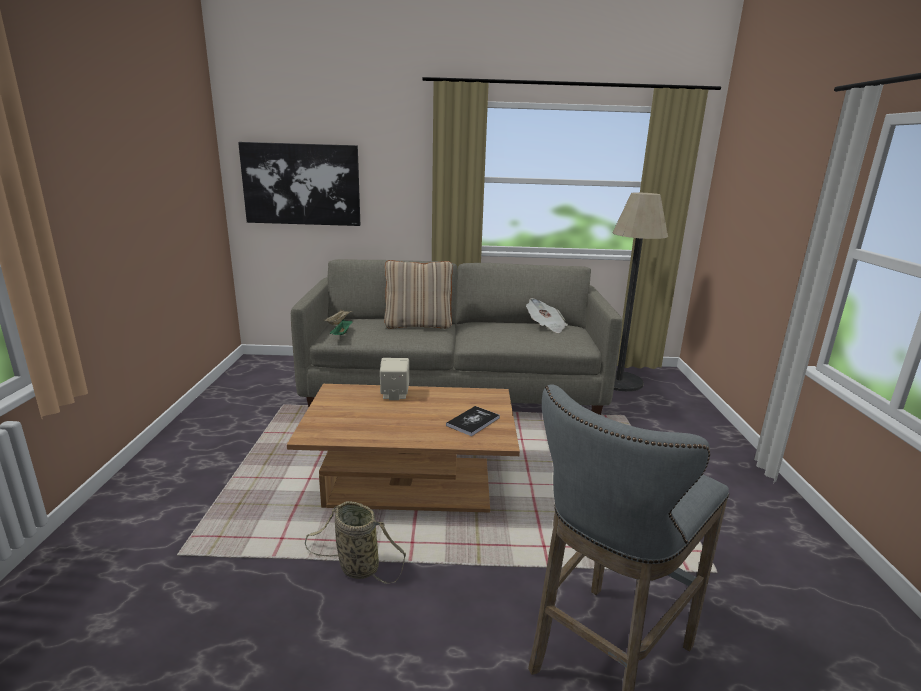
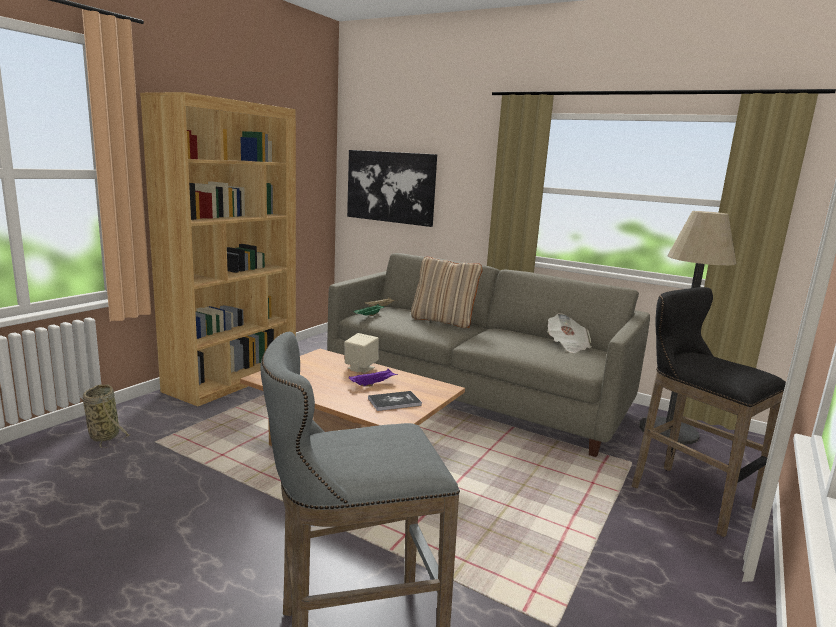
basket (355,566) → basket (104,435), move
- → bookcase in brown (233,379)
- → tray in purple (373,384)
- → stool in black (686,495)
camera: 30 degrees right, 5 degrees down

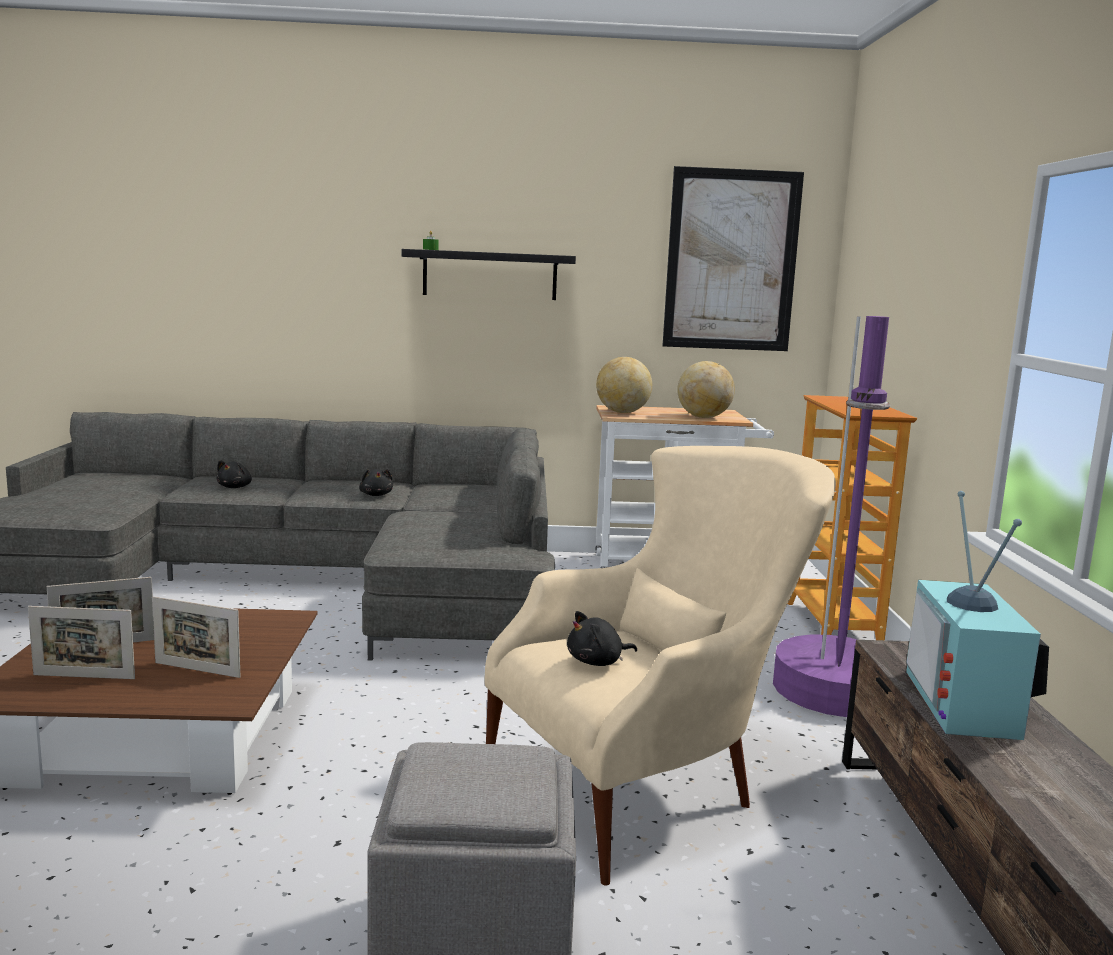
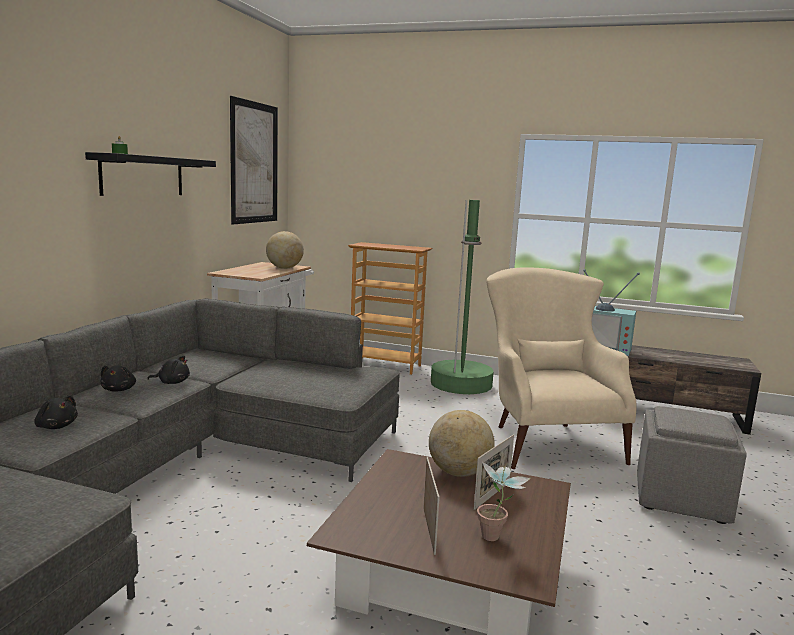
plush toy in black (597,662) → plush toy in black (119,389), move
globe (622,412) → globe (459,473), move
floor lamp in purple (836,690) → floor lamp in green (461,384)
picture frame (84,677) → potted plant (496,538)
camera: 70 degrees left, 0 degrees up

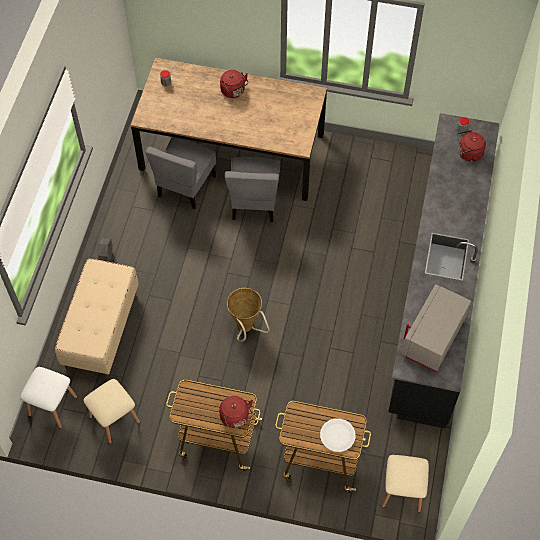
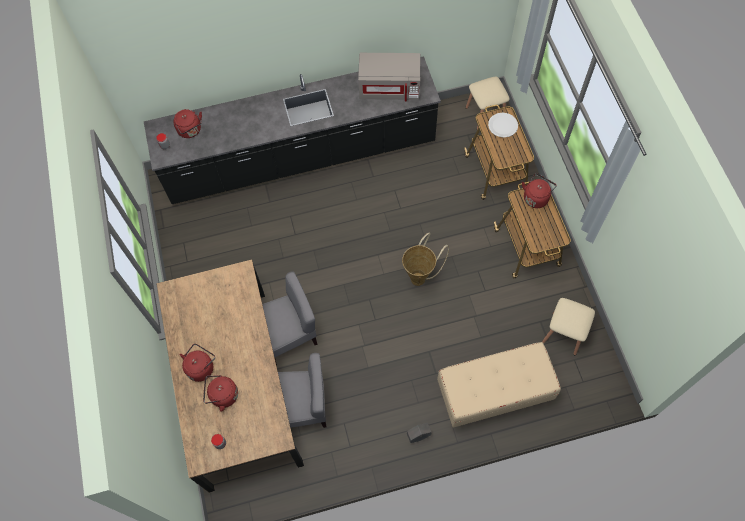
- → kettle in red (222,396)
stool in white (52,406) → -
camera: 115 degrees left, 5 degrees up

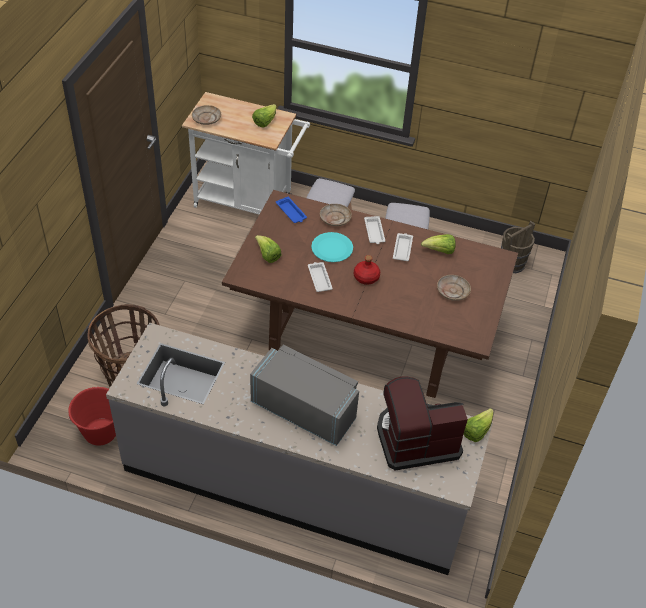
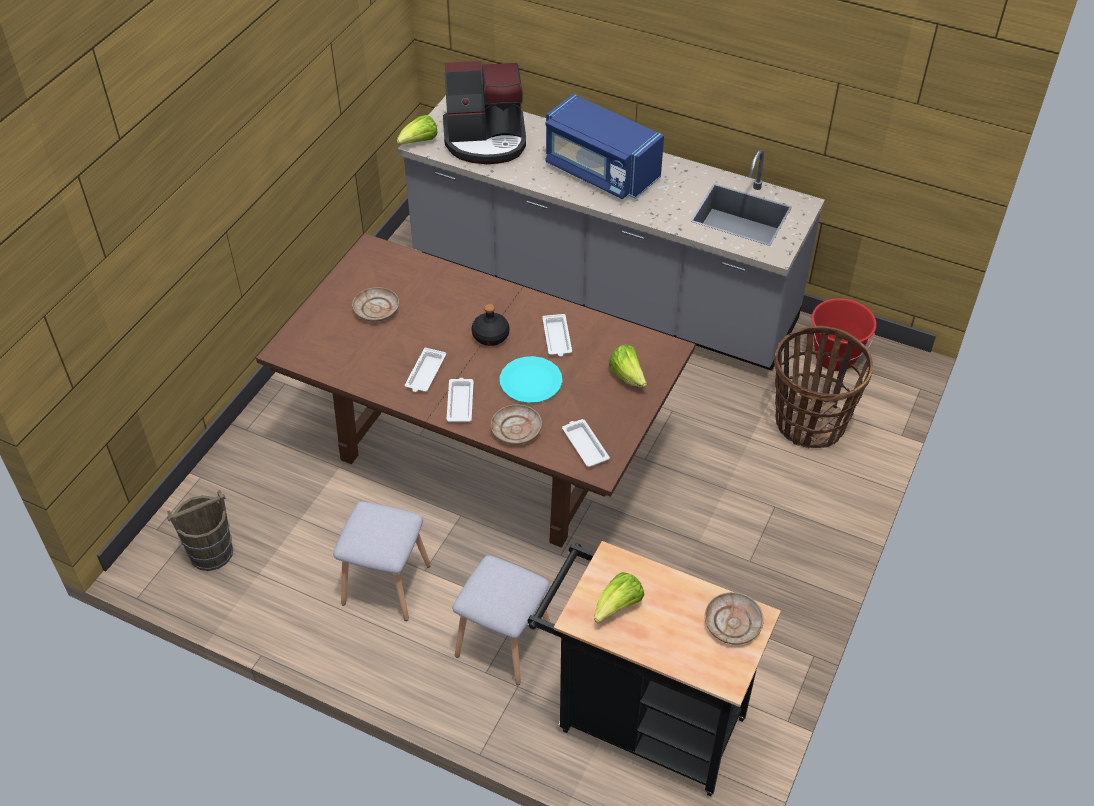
bottle in red (366,277) → bottle in black (490,336)
cart in white (248,202) → cart in black (641,720)
microwave in grey (305,409) → microwave in blue (600,171)
tray in blue (291,212) → tray in white (584,445)
lettuce (439,251) → -
camera: 170 degrees left, 0 degrees up

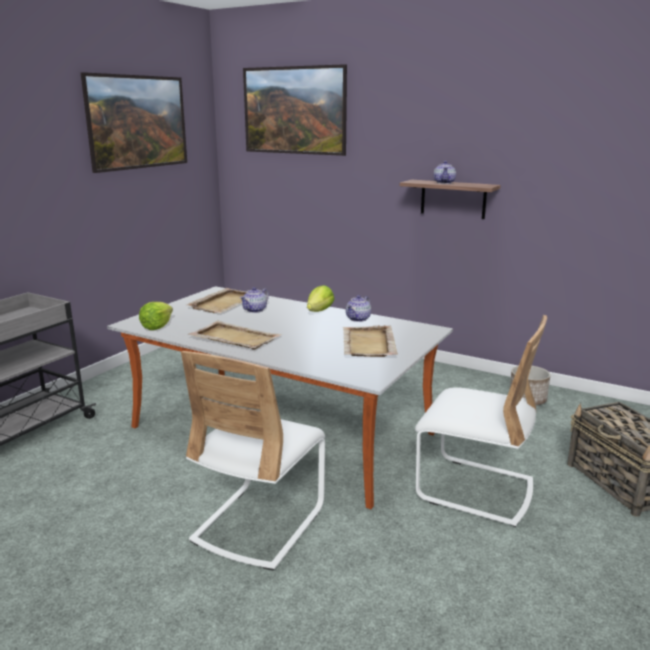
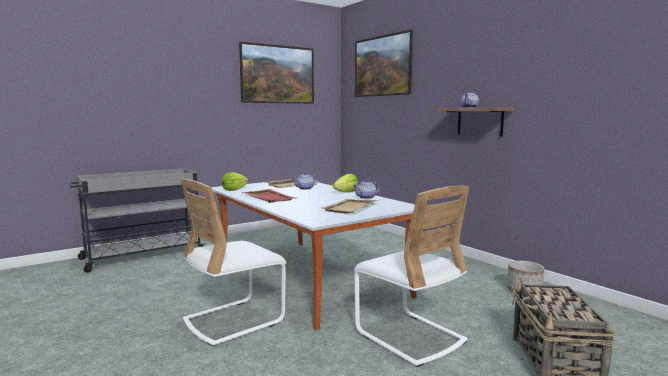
tray in beige (234,338) → tray in red (268,197)
camera: 25 degrees right, 10 degrees down

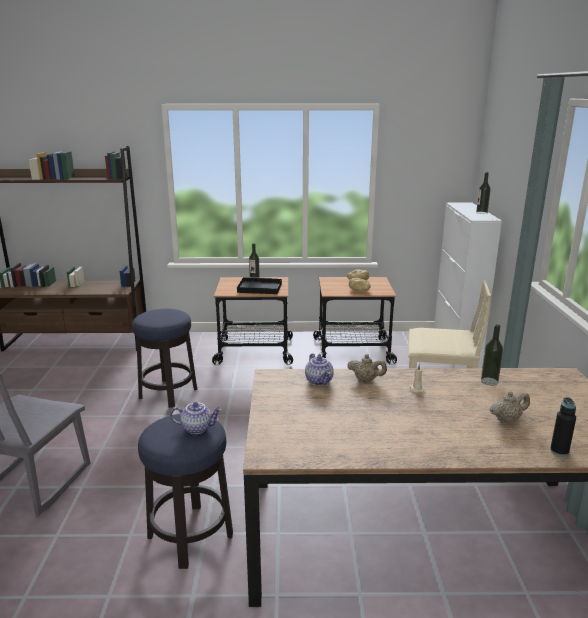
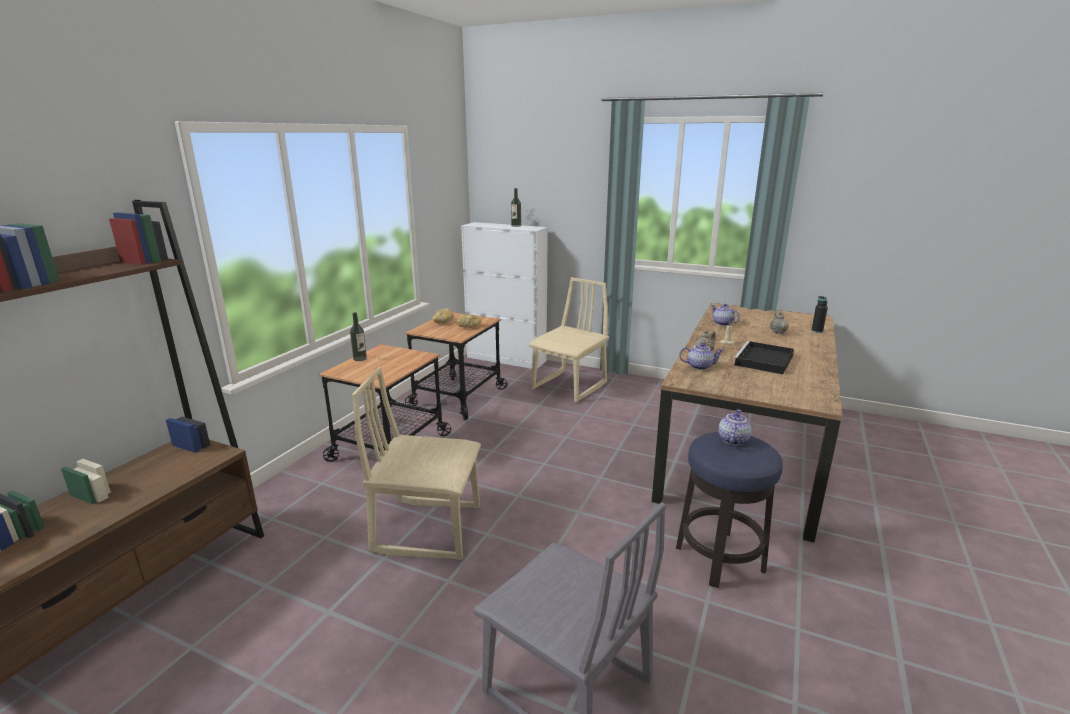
stool (168,393) → chair in beige (428,528)
bottle (489,381) → teapot (722,323)
tray in black (258,288) → tray in black (764,361), move
camera: 65 degrees left, 0 degrees up

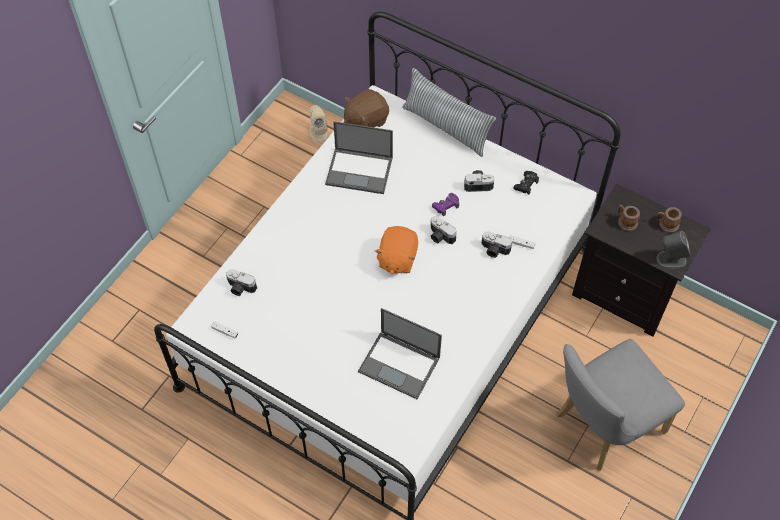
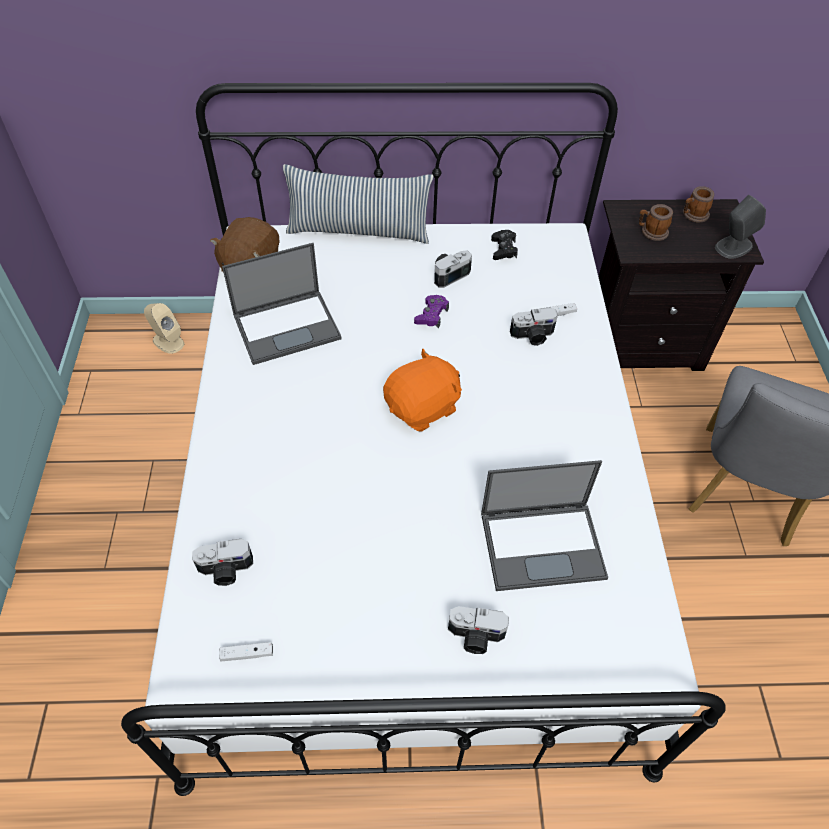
plush toy in orange (397,259) → plush toy in orange (423,408), 105 degrees counterclockwise
photo camera (440,237) → photo camera (475,637), move
camera: 35 degrees left, 5 degrees down

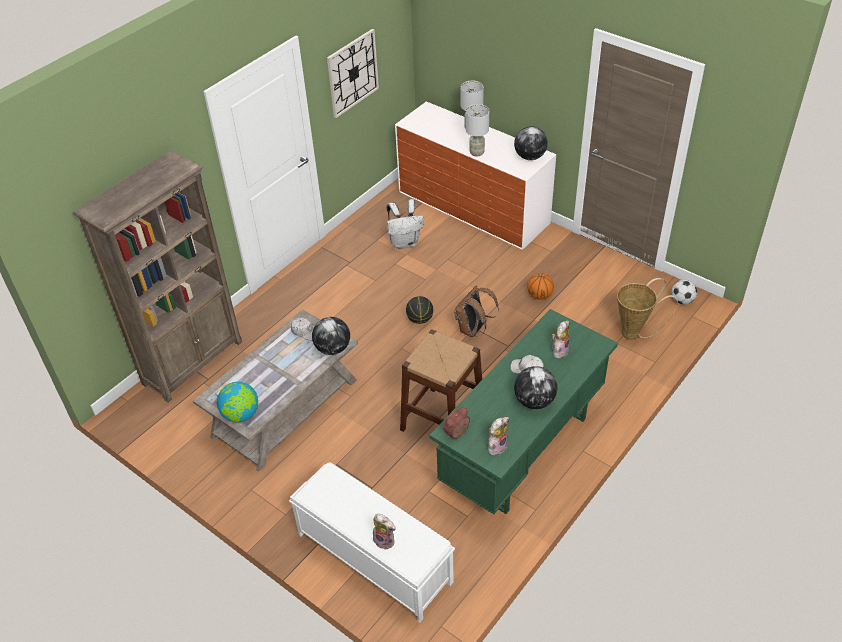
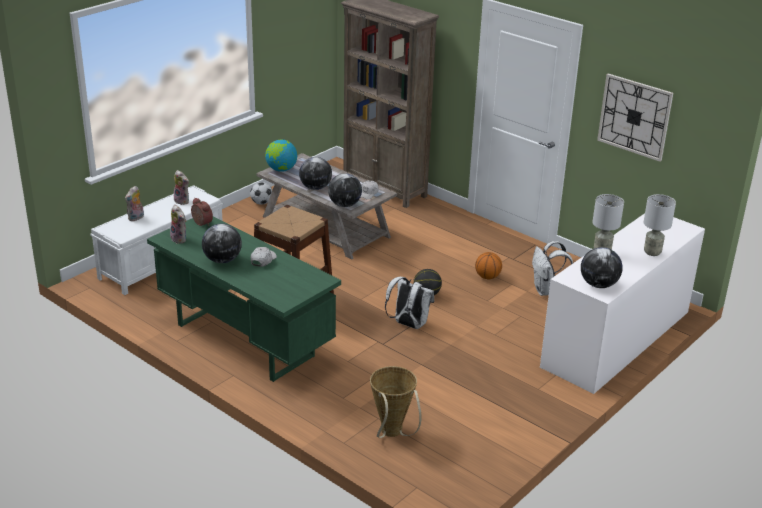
plush toy (559,350) → plush toy (183,201), move
football (682,300) → football (261,203), move
- → globe (315,188)
backpack in brown (473,330) → backpack in white (408,324)
basketball (539,296) → basketball (487,277), move
camera: 90 degrees right, 15 degrees down

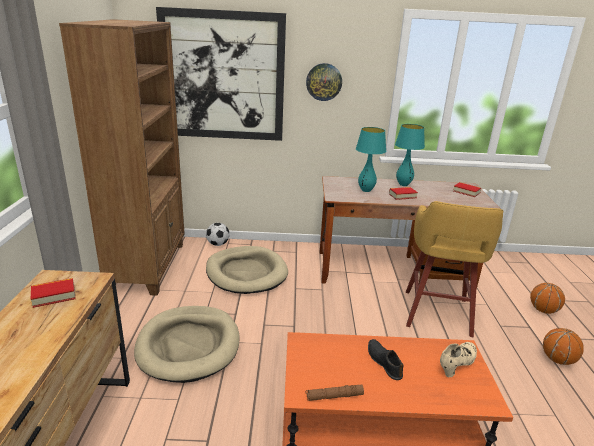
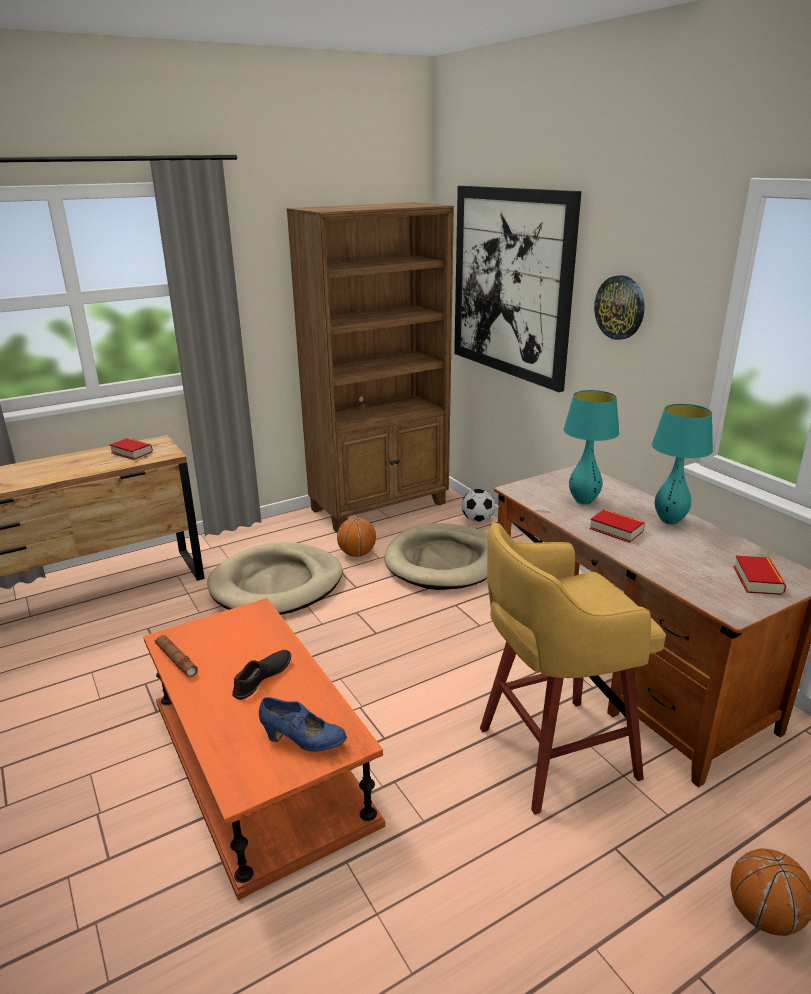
shoe in beige (456,365) → shoe in blue (303,742)
basketball (557,360) → basketball (357,554), move
camera: 60 degrees right, 0 degrees up

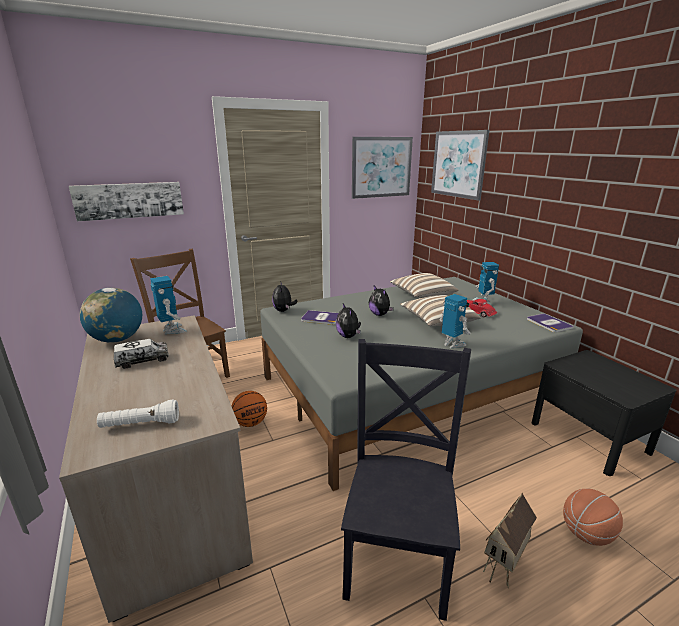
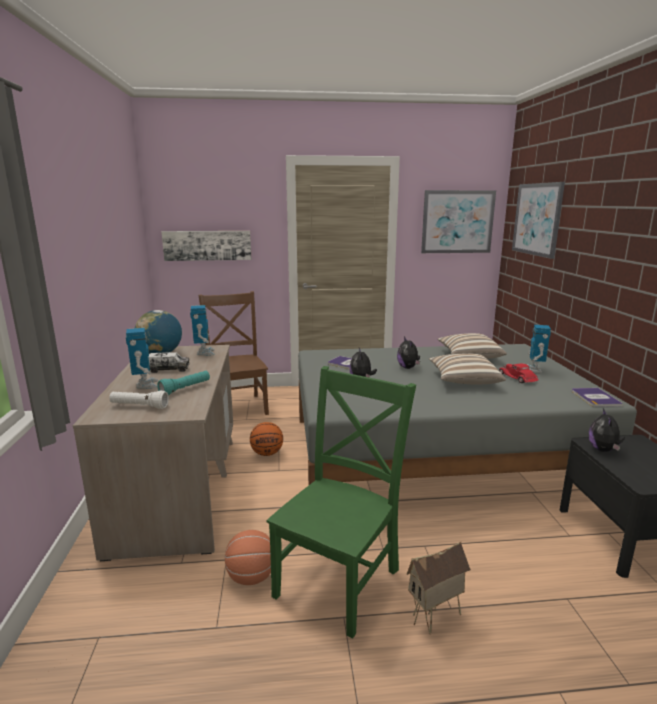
toy robot (452,344) → toy robot (145,385), move
- → flashlight in turquoise (185,389)
basketball (586,534) → basketball (251,577), move
chair in black (398,552) → chair in green (340,579)
plush toy (284,310) → plush toy (603,450), move
camera: 20 degrees right, 5 degrees down

